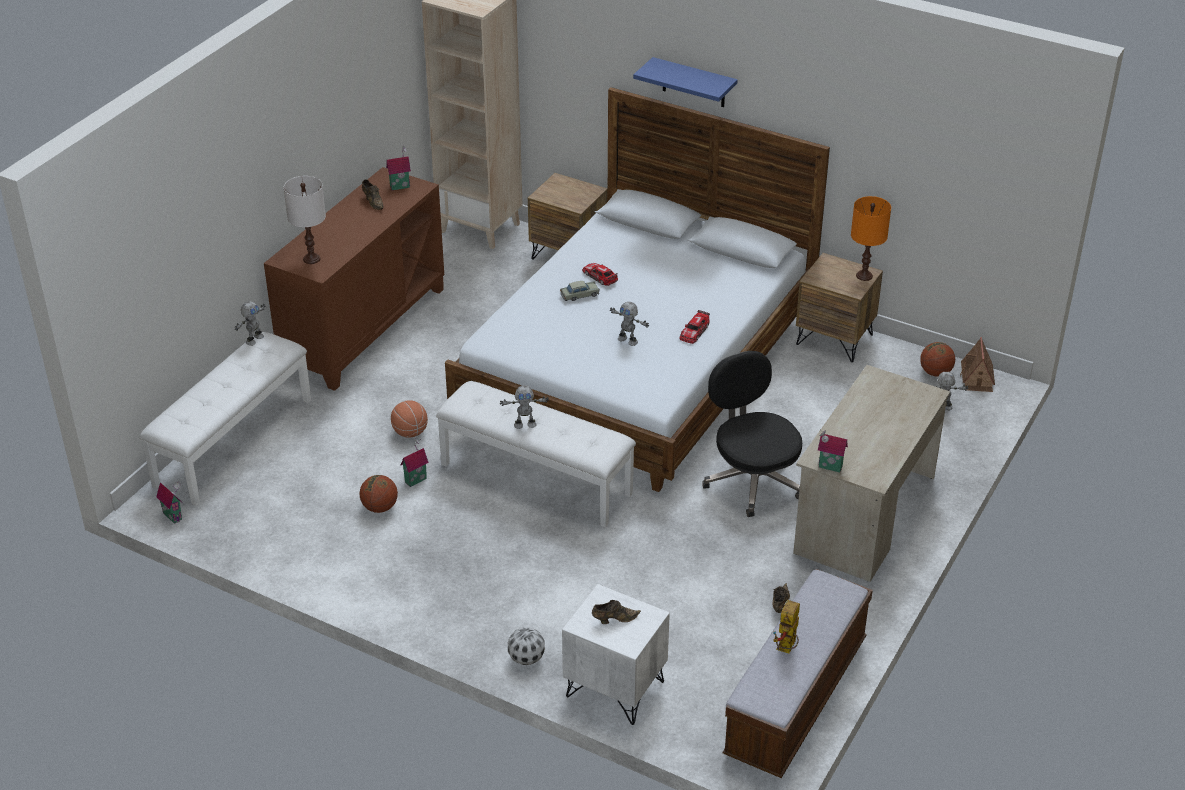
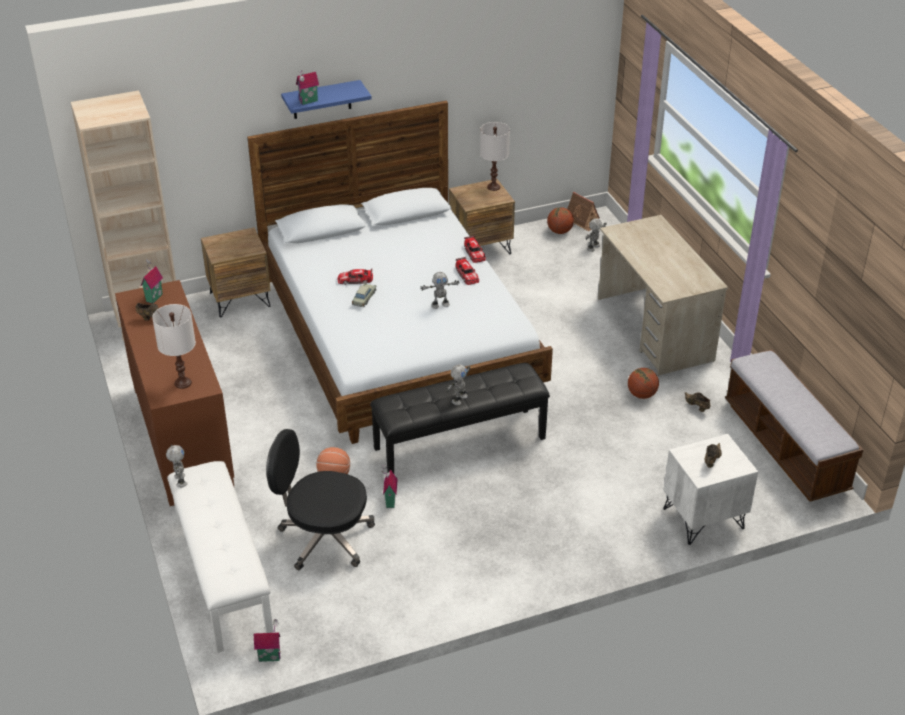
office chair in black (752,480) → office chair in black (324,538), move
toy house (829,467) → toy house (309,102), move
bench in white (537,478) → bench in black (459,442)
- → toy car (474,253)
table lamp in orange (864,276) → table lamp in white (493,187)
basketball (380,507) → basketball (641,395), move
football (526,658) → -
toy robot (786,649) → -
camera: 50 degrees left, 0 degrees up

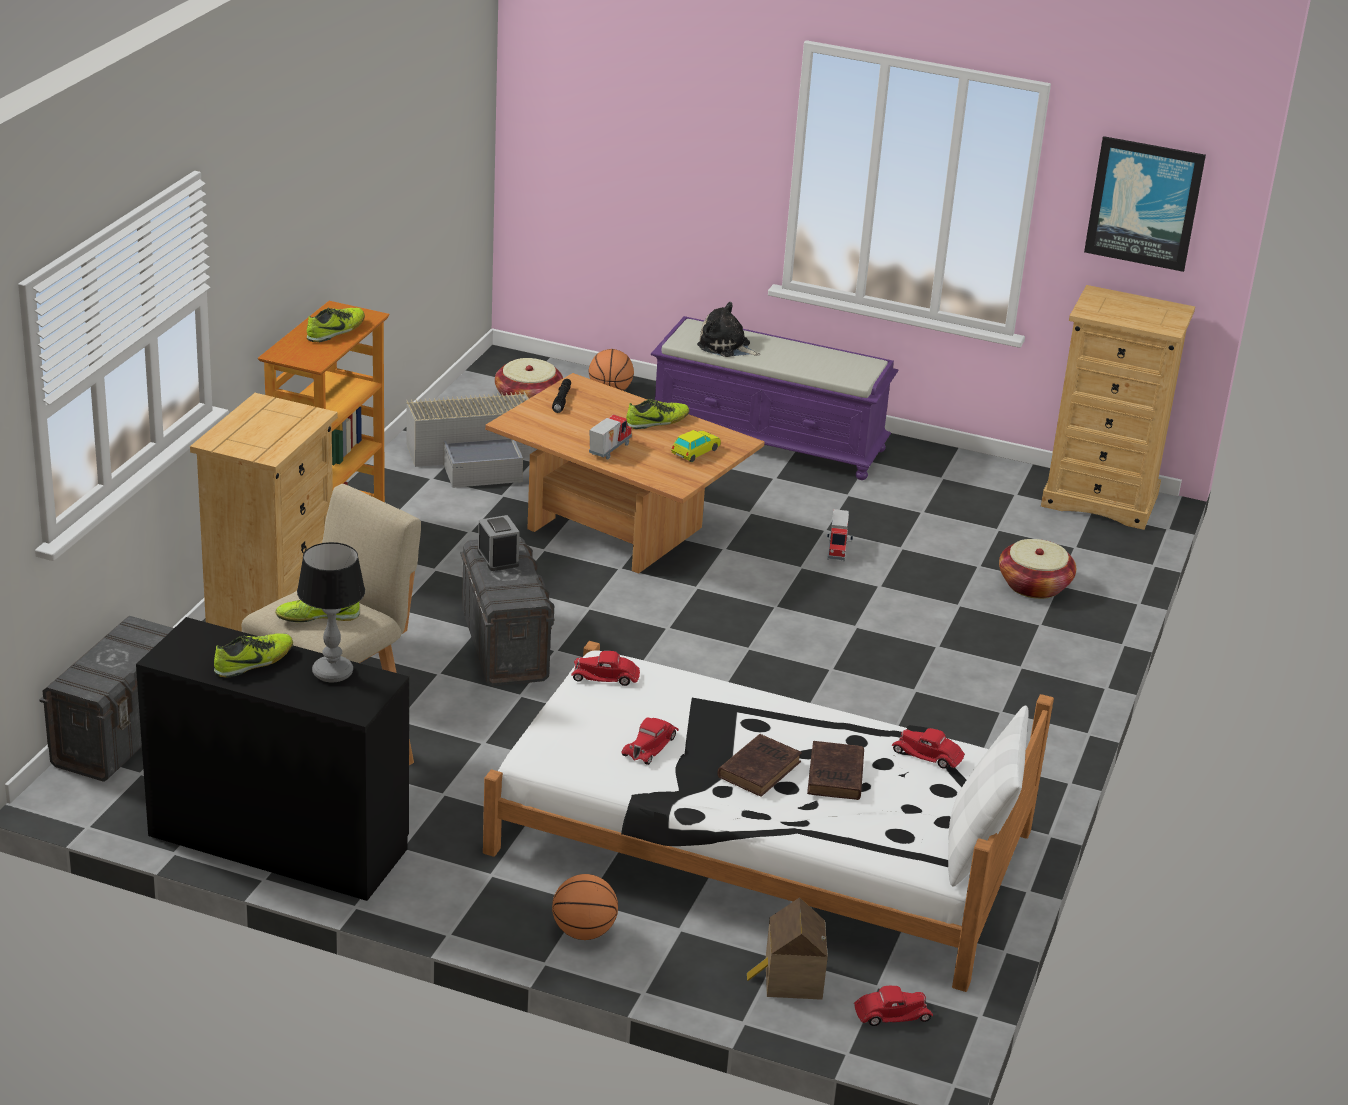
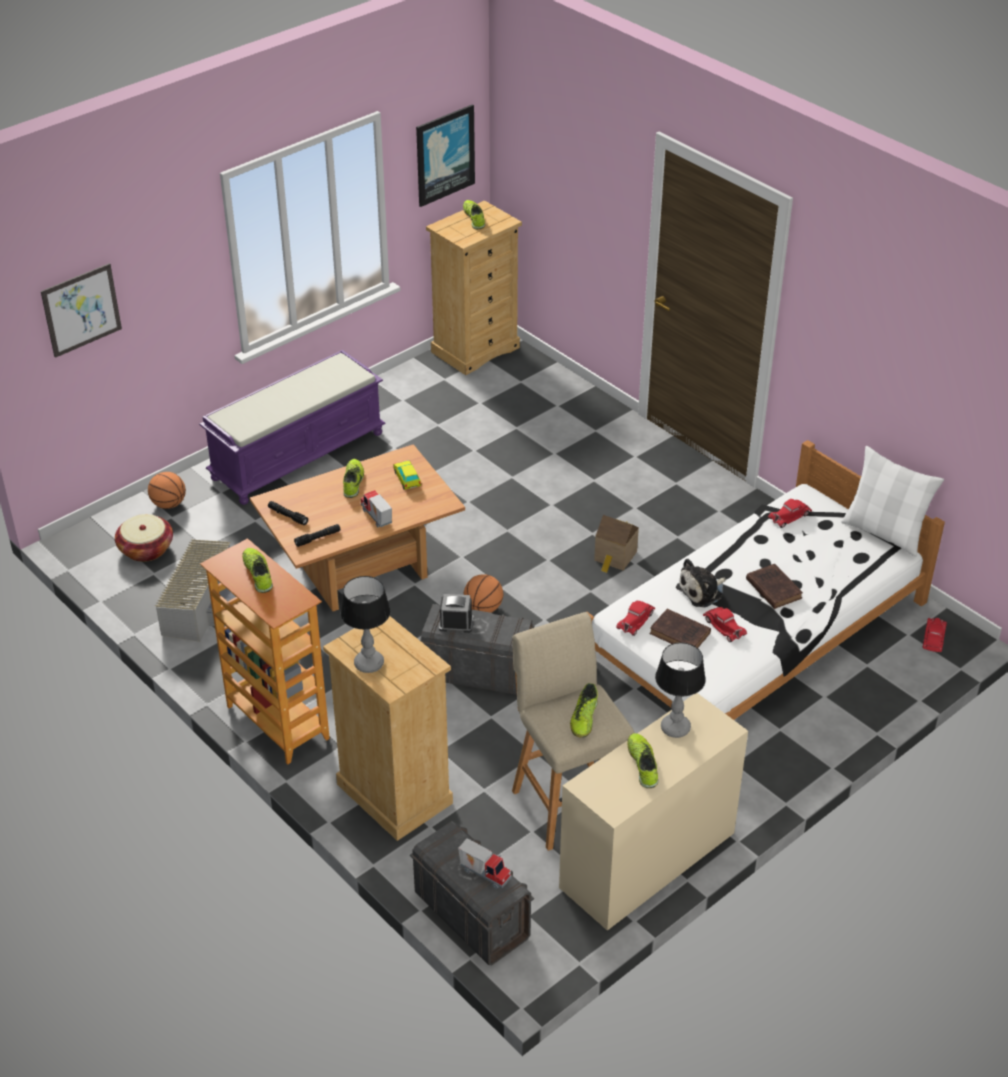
- → picture (81,310)
- → flashlight in black (318,538)
- → table lamp (369,663)
toy truck (838,550) → toy truck (485,873), move
- → shoe (474,218)
basketball (583,932) → basketball (483,608), move
desk in black (277,842) → desk in beige (648,860)
toy house (789,980) → toy house (615,557), move
book in brown (835,776) → book in brown (681,634), move
plush toy (726,347) → plush toy (702,591), move
basket (1034,586) → -
camera: 60 degrees left, 10 degrees up

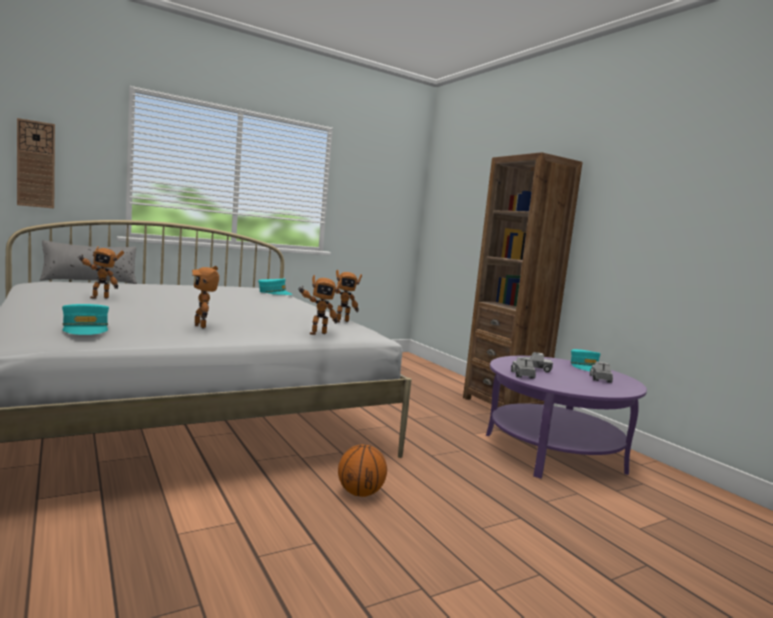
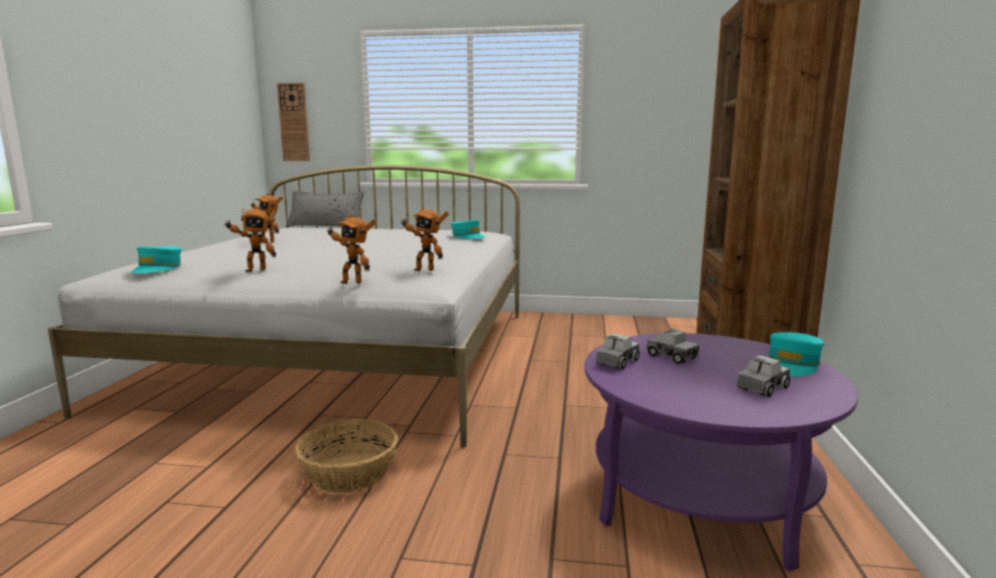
toy robot (202,326) → toy robot (255,270), 120 degrees counterclockwise
basketball (360,493) → basket (348,473)
camera: 40 degrees right, 5 degrees up

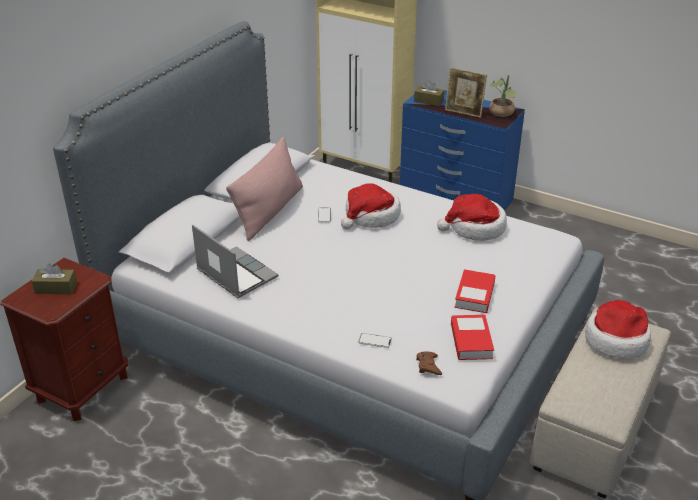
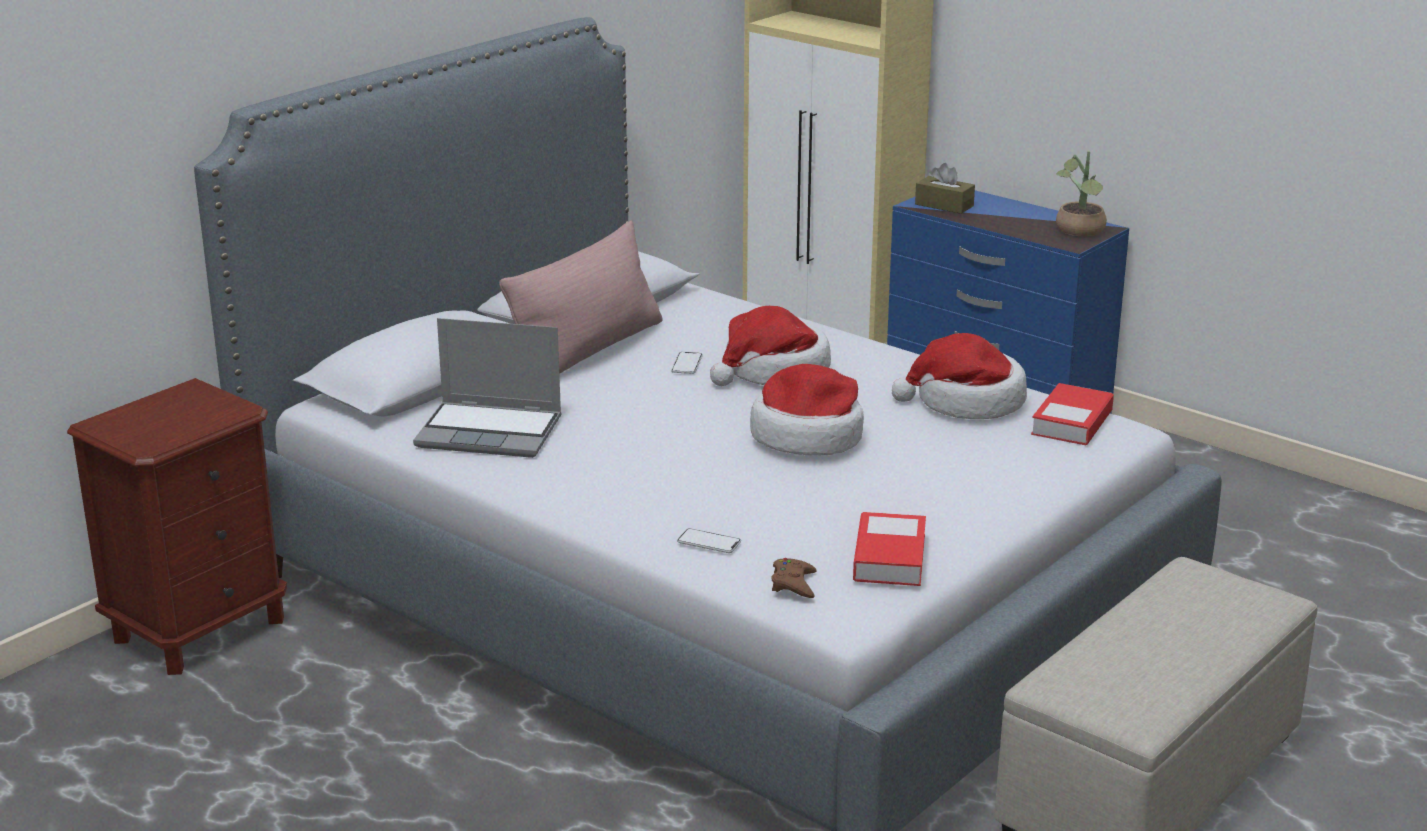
laptop (235,274) → laptop (491,432), 135 degrees clockwise
hat (616,339) → hat (808,436), move
book (474,295) → book (1072,422), move
tissue box in brown (56,288) → -
picture frame (463,113) → -
camera: 10 degrees right, 10 degrees down

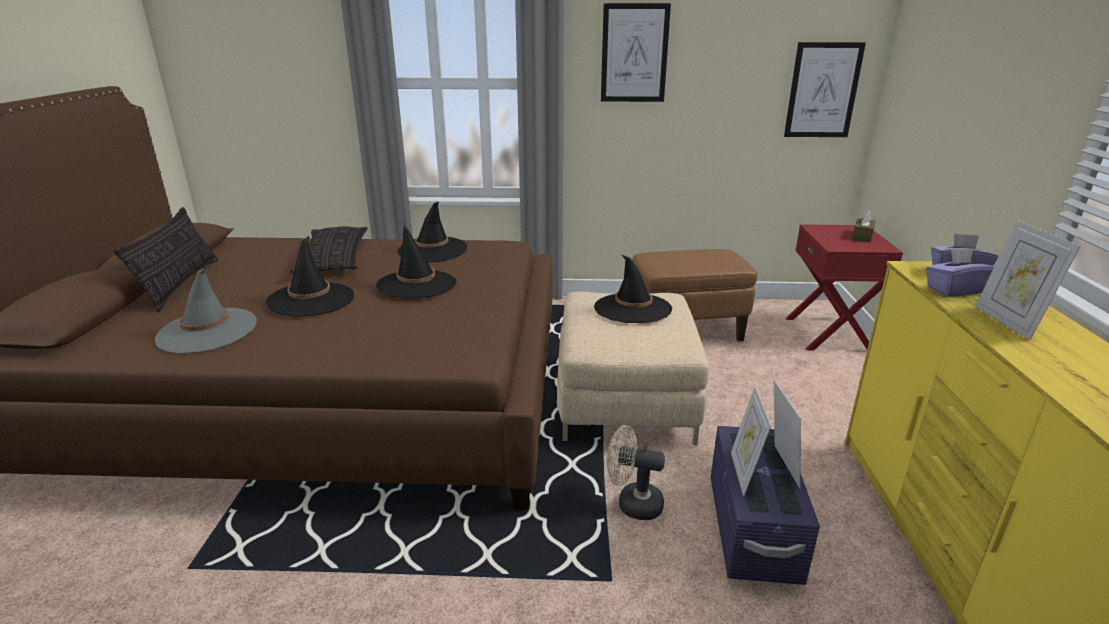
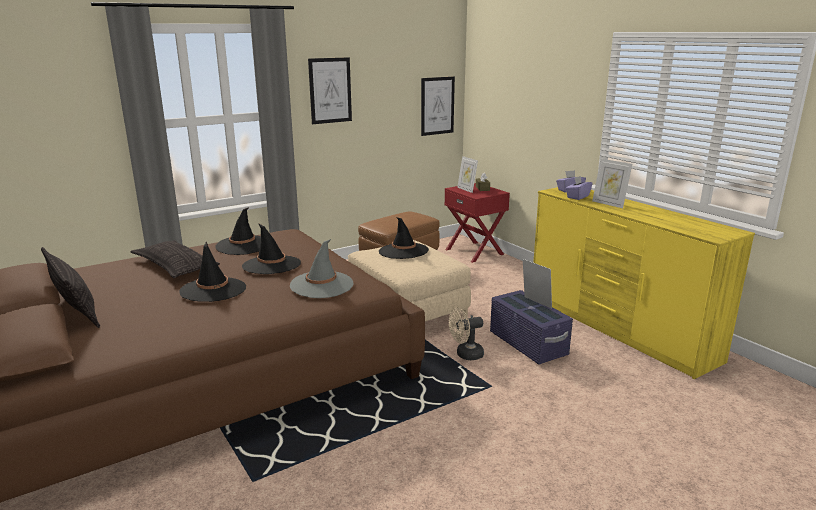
hat in grey (207,331) → hat in grey (322,285), move
picture frame (744,473) → picture frame (466,189), move
camera: 35 degrees left, 5 degrees down

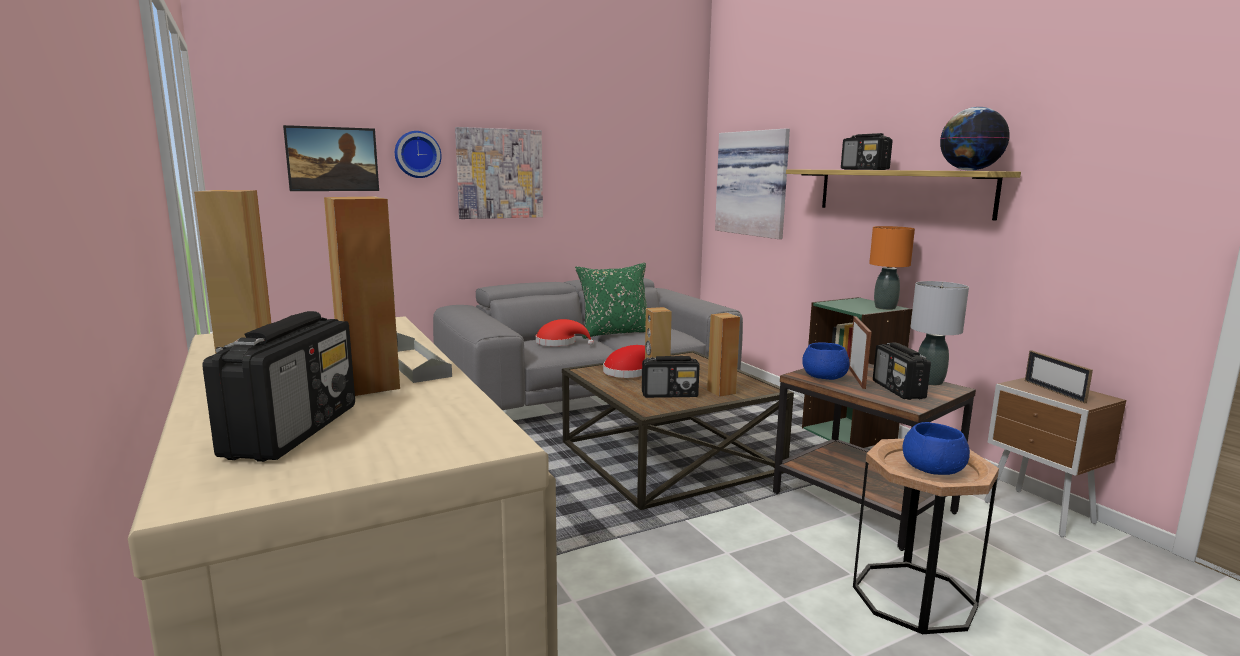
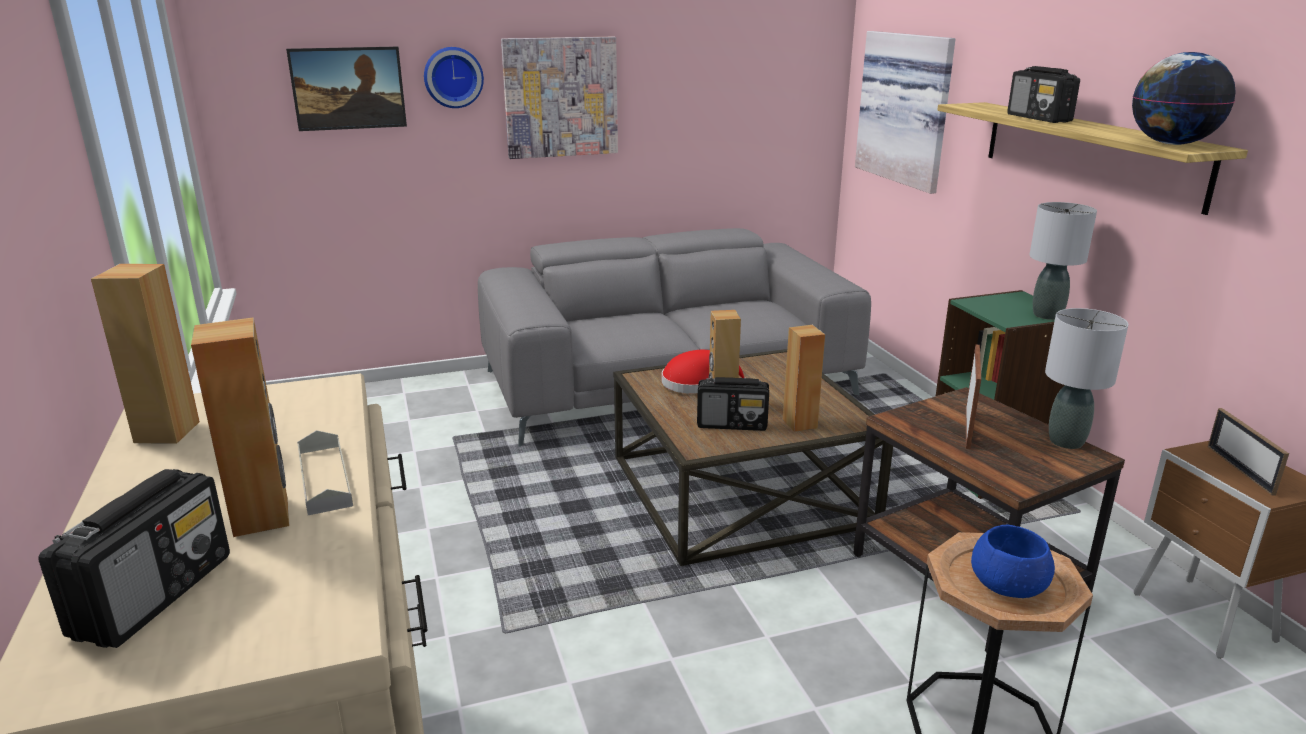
table lamp in orange (885,307) → table lamp in grey (1047,315)
hat in red (559,343) → -
pillow in green (615,333) → -
bowl in blue (824,376) → -
radio (898,390) → -
camera: 10 degrees right, 10 degrees up

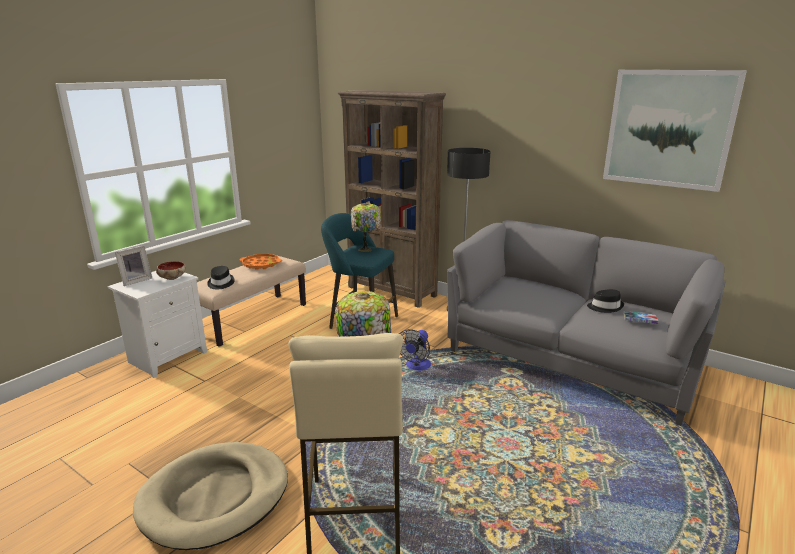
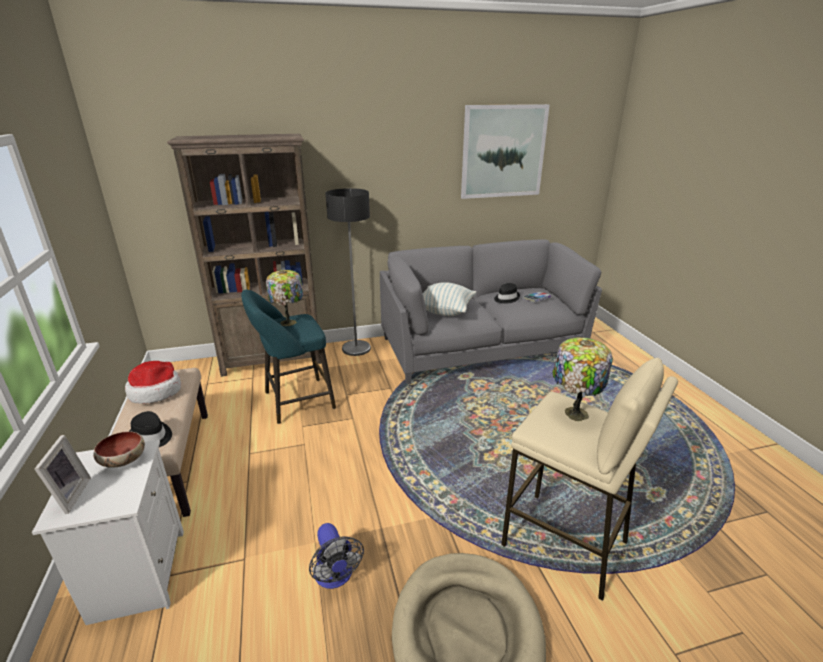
tray in orange (261,264) → hat (156,391)
fan (416,367) → fan (335,577), move
- → pillow (445,311)
camera: 50 degrees left, 5 degrees up

